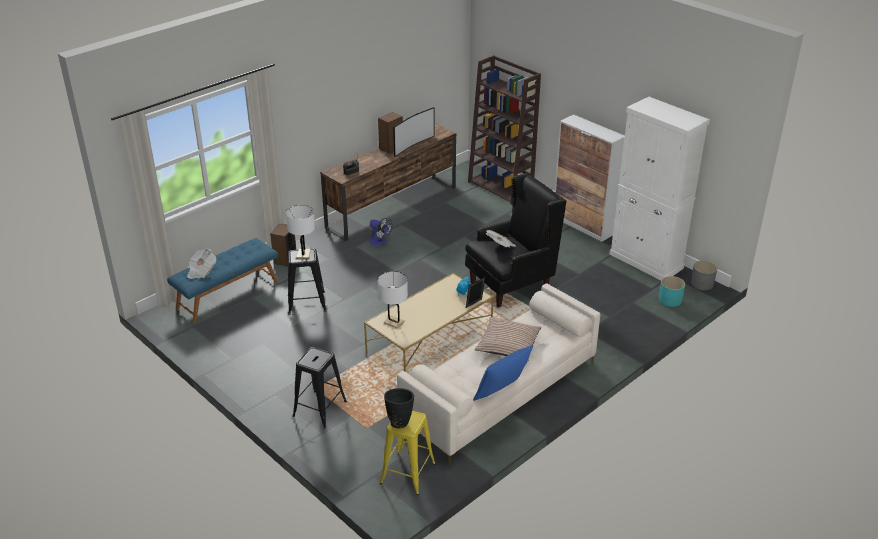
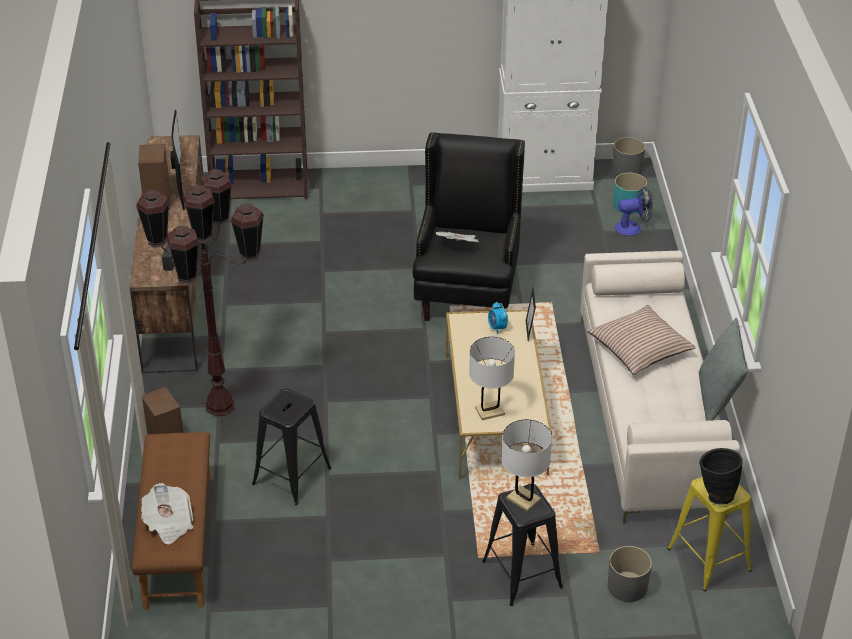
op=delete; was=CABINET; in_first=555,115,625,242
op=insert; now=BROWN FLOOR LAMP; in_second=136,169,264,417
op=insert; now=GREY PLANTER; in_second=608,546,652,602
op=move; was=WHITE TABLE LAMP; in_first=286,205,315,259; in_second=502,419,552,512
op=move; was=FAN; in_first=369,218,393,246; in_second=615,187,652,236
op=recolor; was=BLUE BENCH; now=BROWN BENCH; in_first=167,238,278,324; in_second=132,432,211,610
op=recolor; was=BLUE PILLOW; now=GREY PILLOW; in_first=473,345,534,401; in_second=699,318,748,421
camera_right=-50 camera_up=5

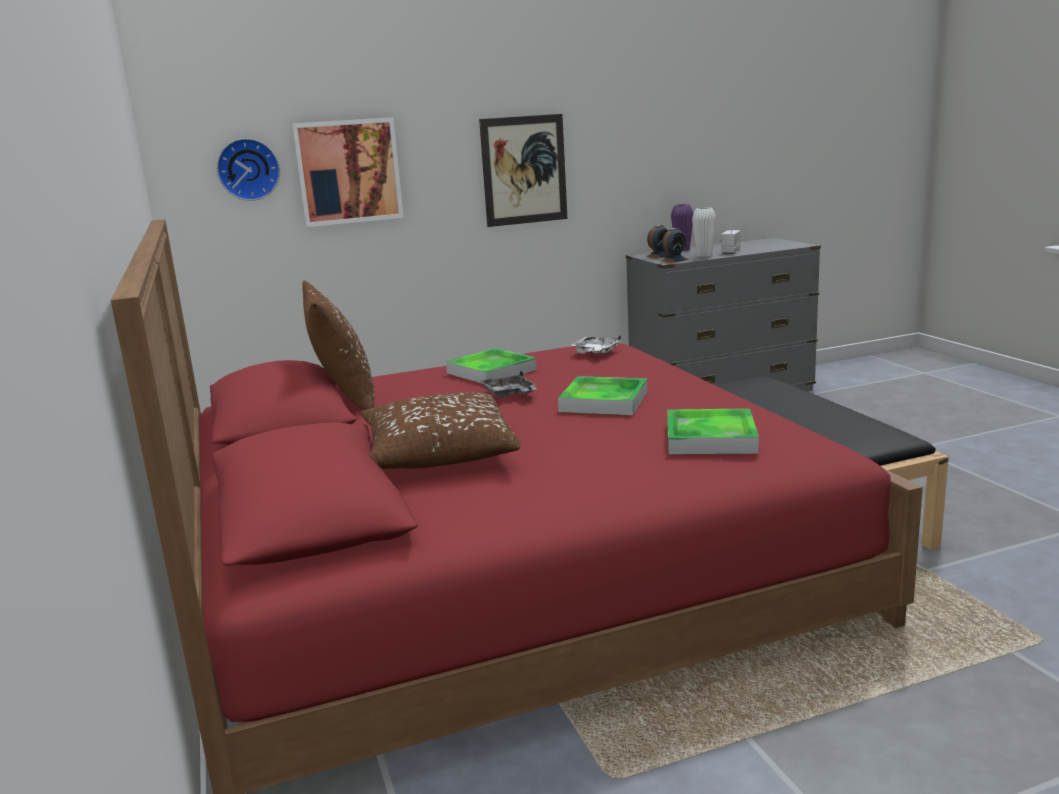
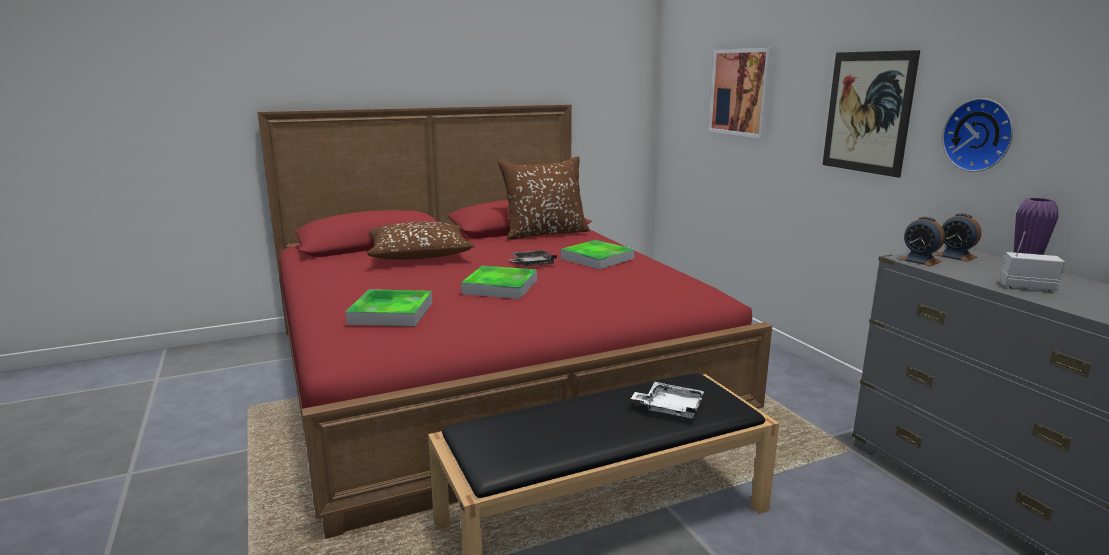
op=delete; was=WHITE VASE; in_first=692,208,716,257
op=move; was=WALL CLOCK; in_first=217,138,280,201; in_second=942,98,1013,172
op=move; was=WHITE TRAY; in_first=570,335,621,354; in_second=631,382,704,419
camera_right=85 camera_up=0

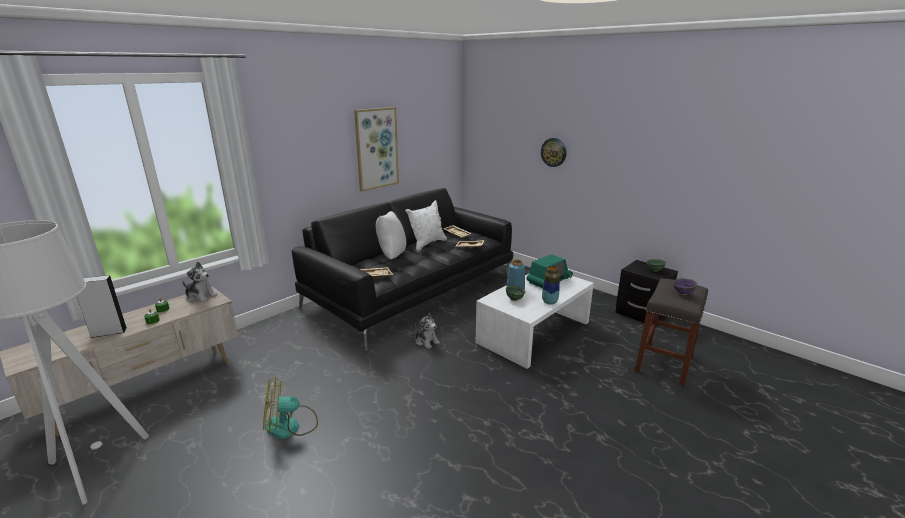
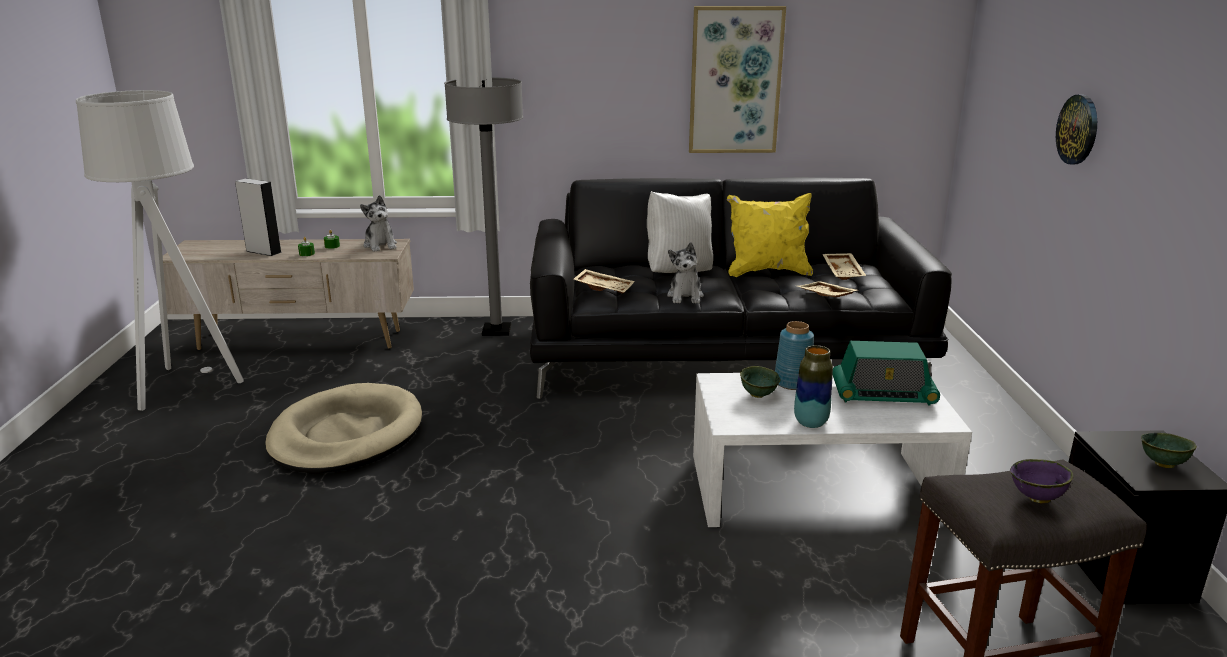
op=insert; now=GREY FLOOR LAMP; in_second=444,77,523,336
op=move; was=PLUSH TOY; in_first=415,313,440,349; in_second=667,242,704,304
op=replace; was=FAN; now=BEIGE DOG BED; in_first=263,377,318,439; in_second=265,383,422,473
op=recolor; was=WHITE PILLOW; now=YELLOW PILLOW; in_first=406,200,447,251; in_second=727,193,813,277
camera_right=45 camera_up=0

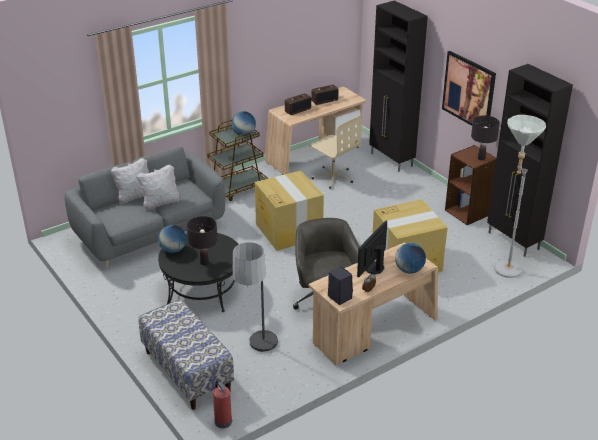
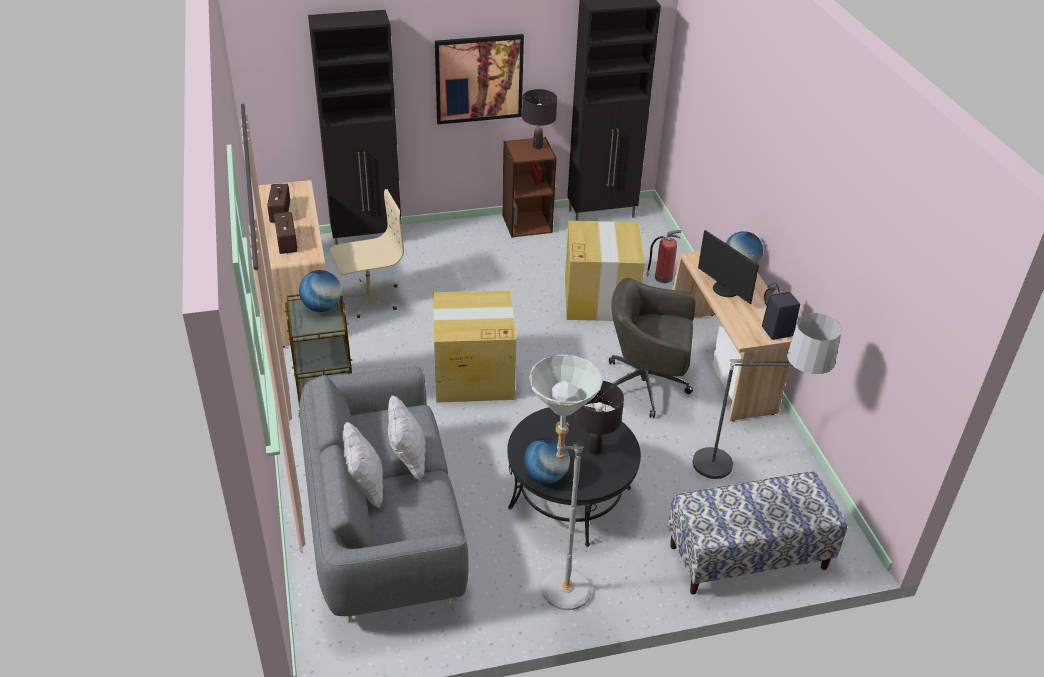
op=move; was=FIRE EXTINGUISHER; in_first=213,380,232,428; in_second=646,230,682,283
op=move; was=GREY FLOOR LAMP; in_first=494,115,546,278; in_second=529,355,603,610
camera_right=-70 camera_up=5

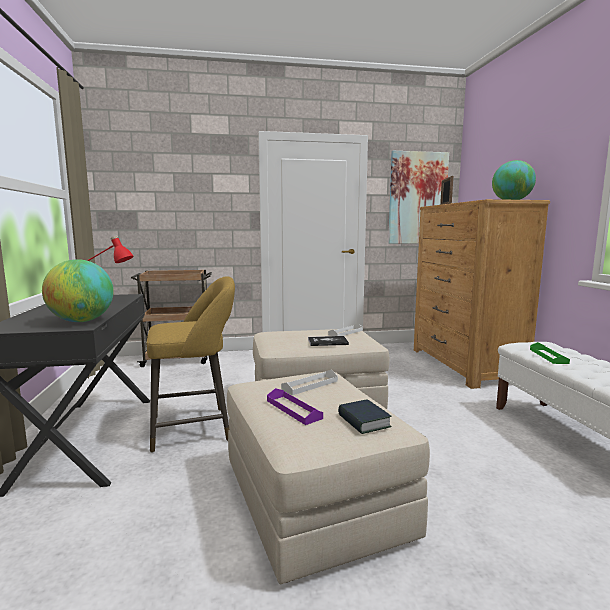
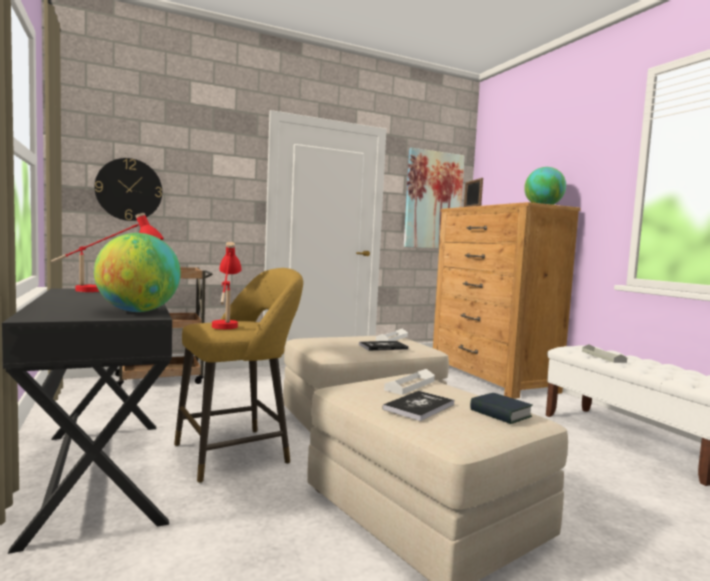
op=insert; now=WALL CLOCK; in_second=94,158,162,221
op=insert; now=RED TABLE LAMP; in_second=212,242,242,329
op=replace; was=PURPLE TRAY; now=BOOK; in_first=267,388,323,425; in_second=382,391,454,421
op=recolor; was=GREEN TRAY; now=GREY TRAY; in_first=530,342,570,364; in_second=582,344,627,363
camera_right=-15 camera_up=-5

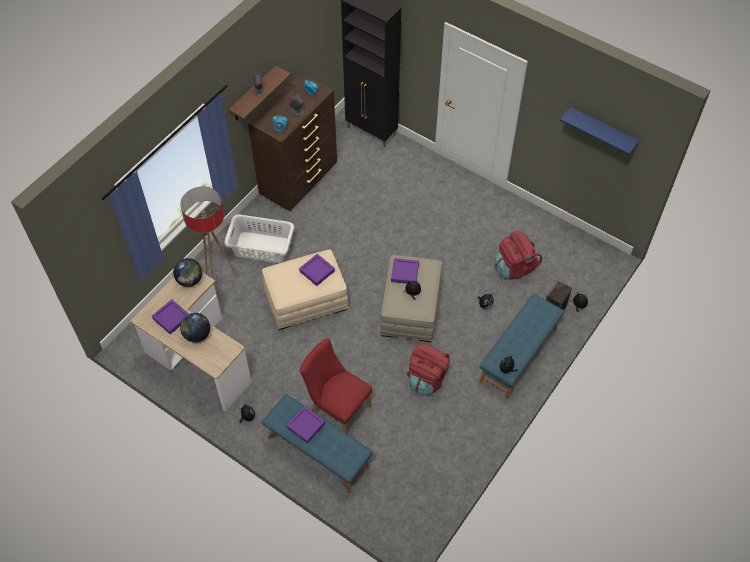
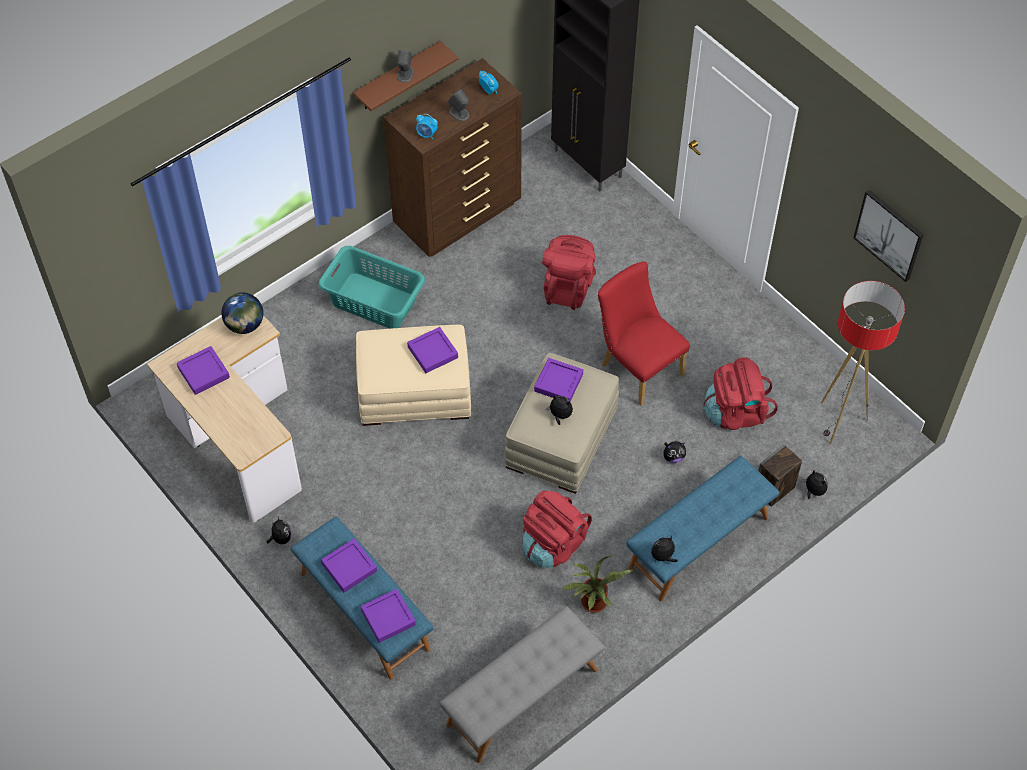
op=delete; was=GLOBE; in_first=180,313,210,343
op=insert; now=PURPLE TRAY; in_second=360,589,416,643
op=insert; now=GREY BENCH; in_second=440,606,605,763
op=insert; now=RED BACKPACK; in_second=542,235,596,310
op=insert; now=POTTED PLANT; in_second=563,556,633,613
op=move; was=FLOOR LAMP; in_first=180,187,238,284; in_second=821,281,905,444
op=move; was=RED CHAIR; in_first=300,338,372,434; in_second=598,261,690,406
op=replace; was=BLUE SHELF; now=PICTURE; in_first=560,107,639,155; in_second=853,189,924,282
op=recolor; was=WHITE LAUNDRY BASKET; now=TURQUOISE LAUNDRY BASKET; in_first=224,214,294,263; in_second=319,246,425,329
camera_right=15 camera_up=0

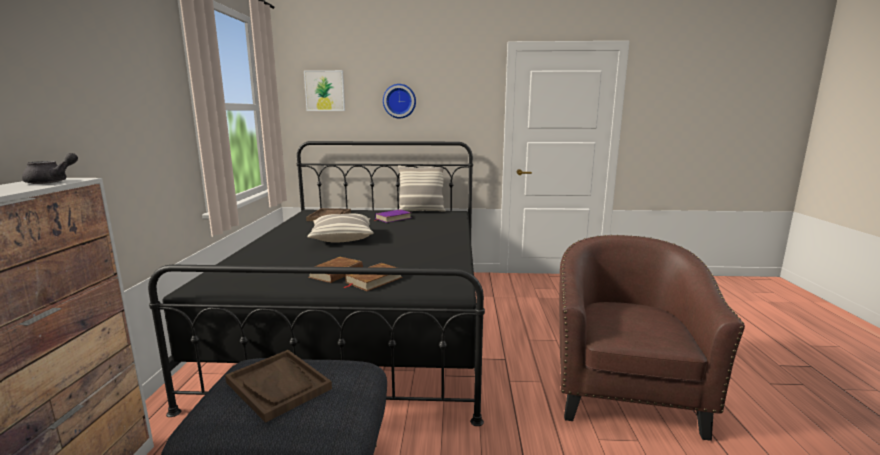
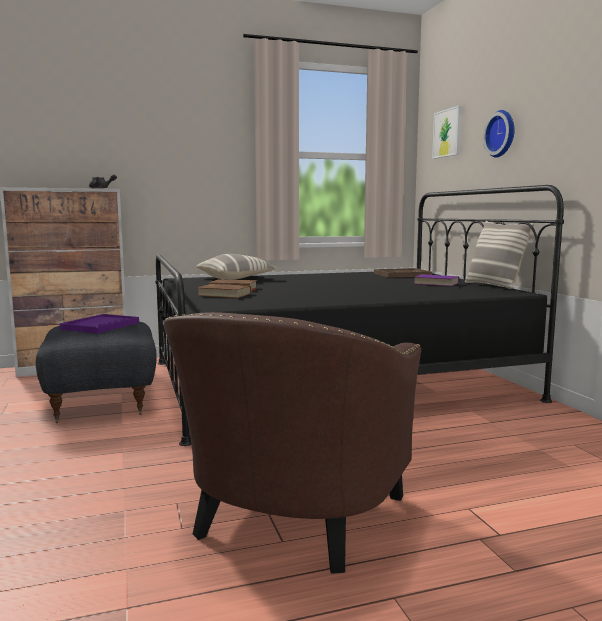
op=move; was=PILLOW; in_first=307,213,374,243; in_second=196,254,276,280
op=recolor; was=BROWN TRAY; now=PURPLE TRAY; in_first=225,350,332,423; in_second=60,314,139,334
op=rotate; was=BROWN ARMCHAIR; in_first=559,235,745,441; in_second=164,312,421,574; clockwise=120
camera_right=70 camera_up=-5

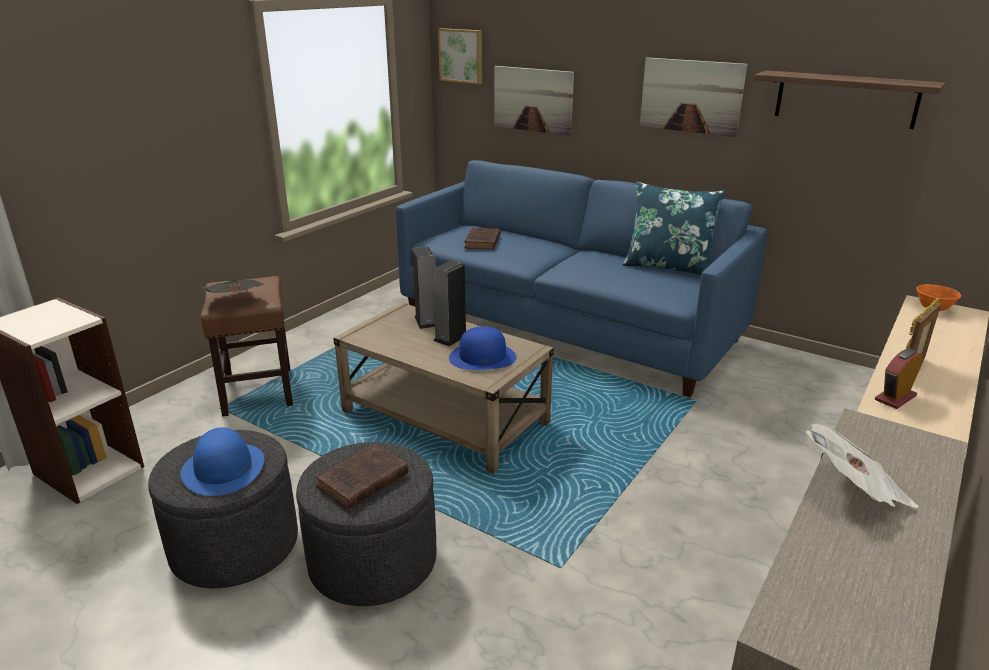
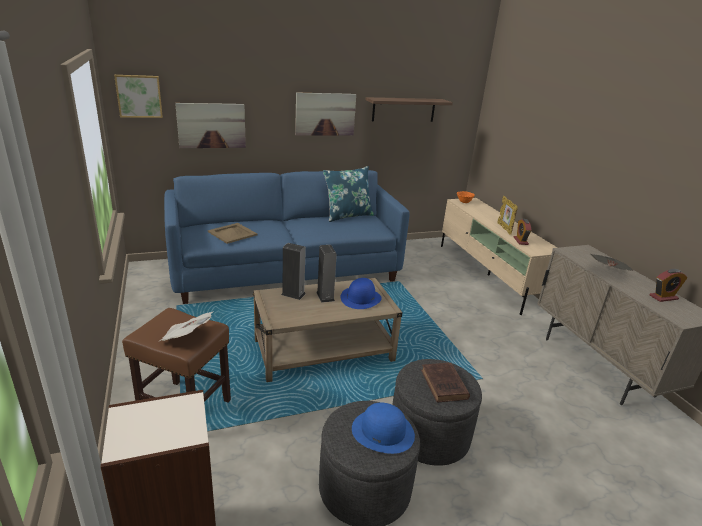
op=insert; now=ALARM CLOCK; in_second=650,269,687,302
op=replace; was=BROWN BOOK; now=BEIGE TRAY; in_first=464,228,500,250; in_second=208,223,257,244
camera_right=-55 camera_up=0

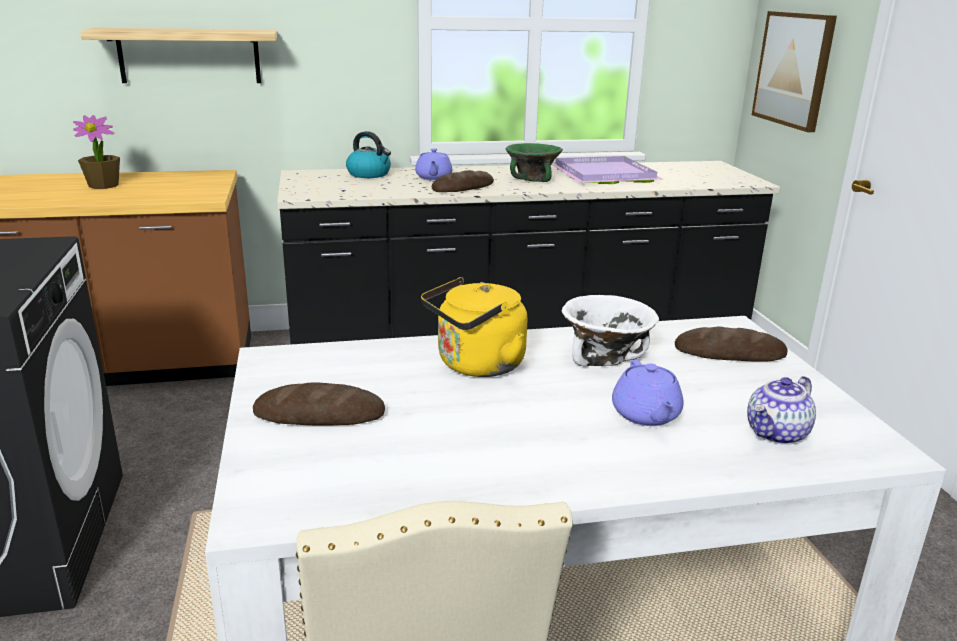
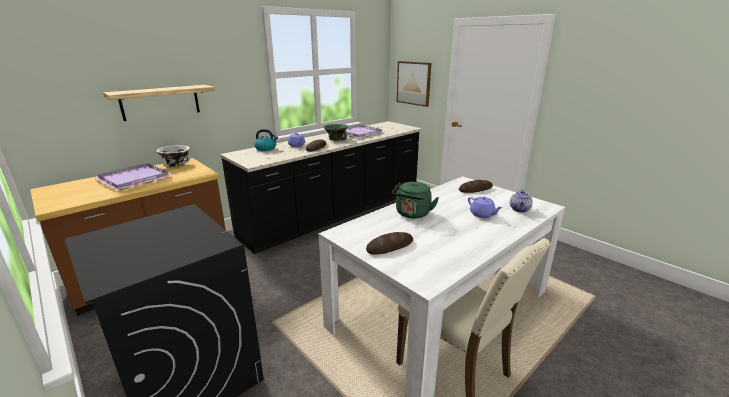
op=move; was=WHITE BOWL; in_first=562,295,659,367; in_second=156,145,190,167
op=replace; was=POTTED PLANT; now=PURPLE TRAY; in_first=73,115,120,189; in_second=94,163,172,190
op=recolor; was=YELLOW KETTLE; now=GREEN KETTLE; in_first=421,277,528,377; in_second=392,182,439,219
camera_right=-30 camera_up=0

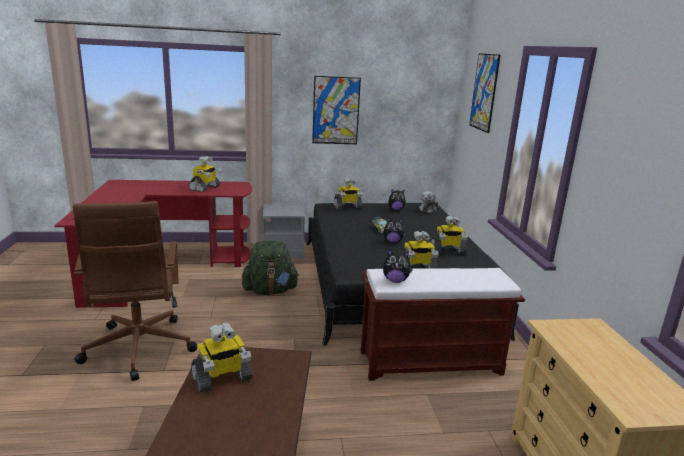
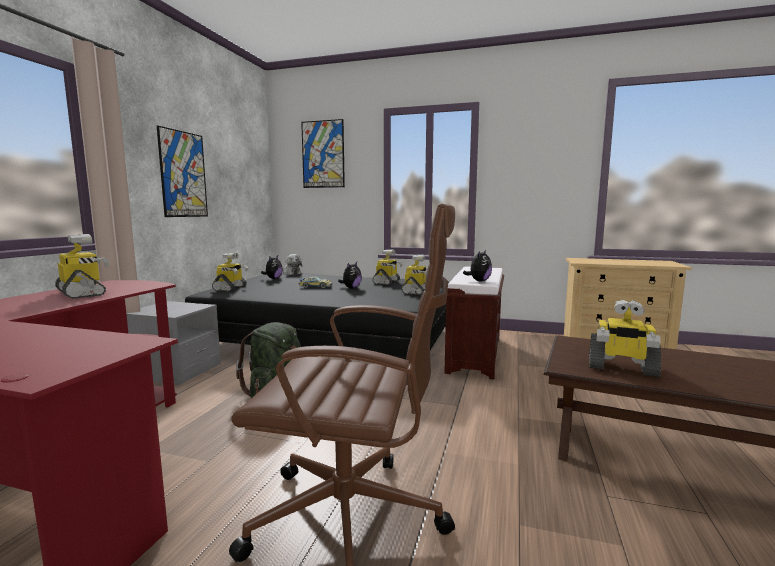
op=rotate; was=TOY ROBOT; in_first=191,323,253,393; in_second=589,300,661,377; clockwise=120
camera_right=-65 camera_up=-10

